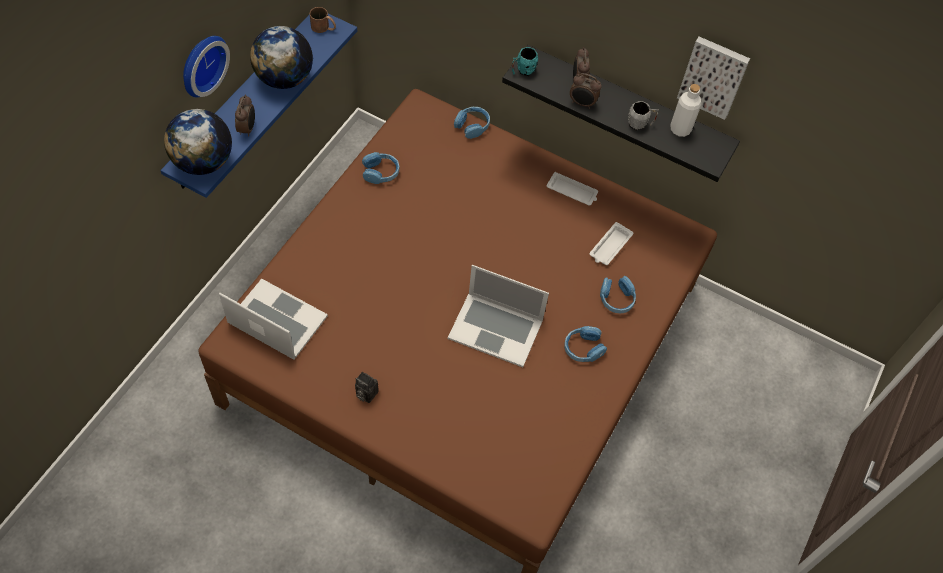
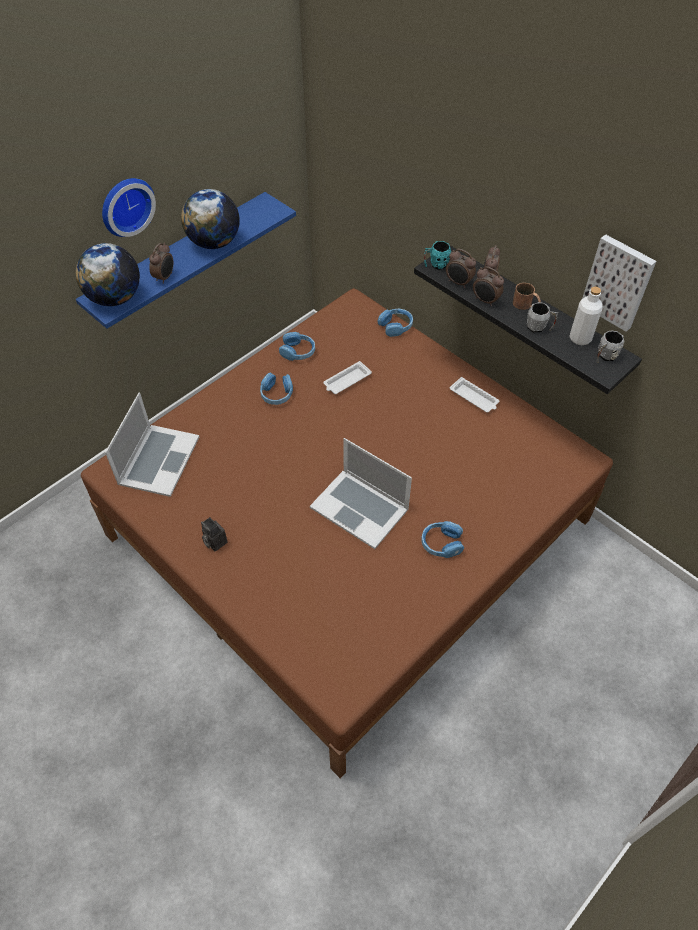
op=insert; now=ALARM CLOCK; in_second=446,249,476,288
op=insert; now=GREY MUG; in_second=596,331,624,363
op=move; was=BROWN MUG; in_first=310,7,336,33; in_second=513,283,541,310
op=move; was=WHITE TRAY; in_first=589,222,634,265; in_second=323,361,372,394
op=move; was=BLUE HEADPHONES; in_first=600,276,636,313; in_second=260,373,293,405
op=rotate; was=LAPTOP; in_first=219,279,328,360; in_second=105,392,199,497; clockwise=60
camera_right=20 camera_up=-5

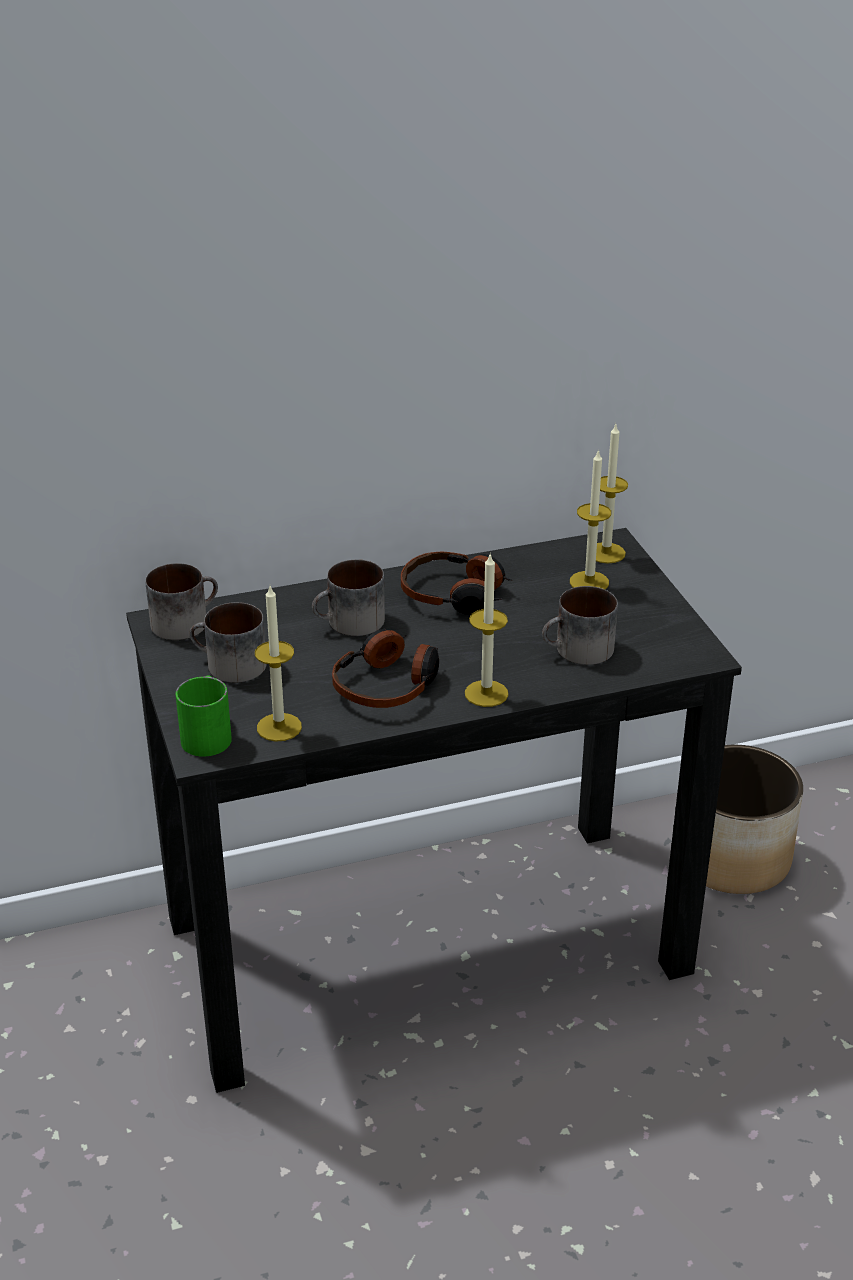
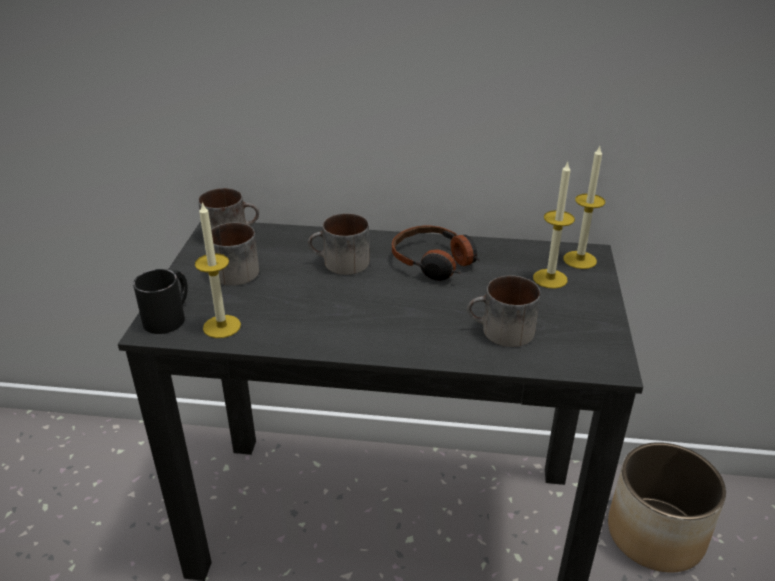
op=delete; was=HEADPHONES; in_first=332,628,439,708
op=delete; was=CANDLE; in_first=465,555,508,707
op=recolor; was=GREEN MUG; now=BLACK MUG; in_first=175,675,232,757; in_second=133,269,188,334
camera_right=25 camera_up=0

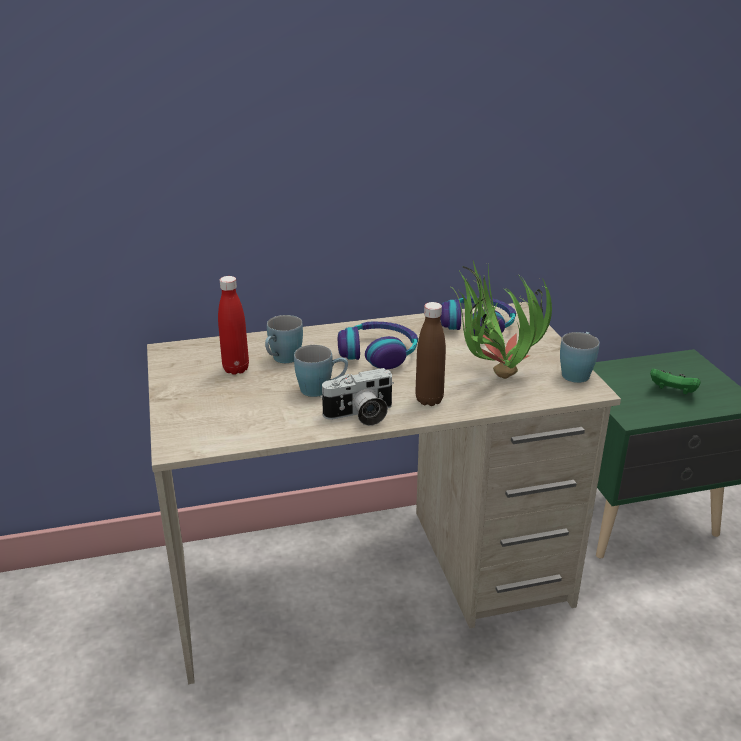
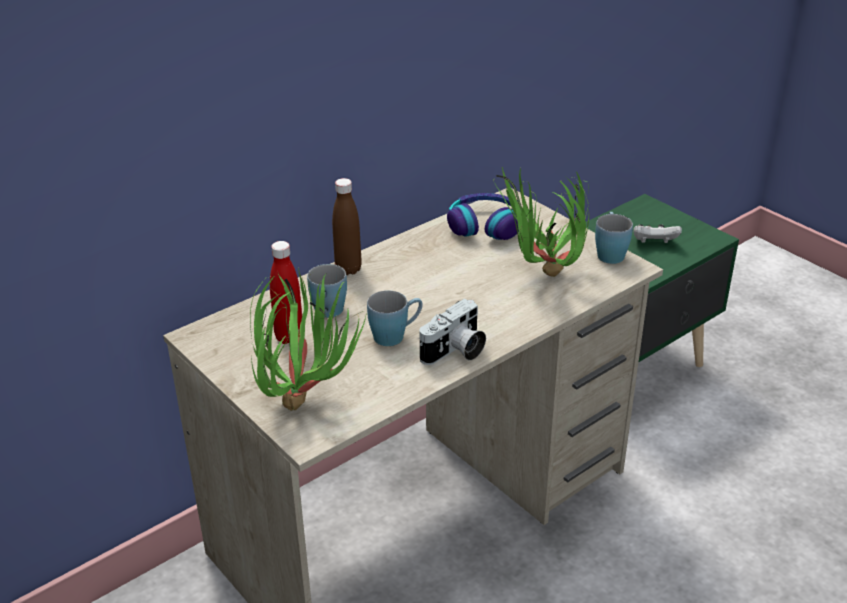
op=delete; was=HEADPHONES; in_first=338,322,418,369
op=insert; now=POTTED PLANT; in_second=250,272,366,411
op=move; was=BROWN BOTTLE; in_first=415,302,446,406; in_second=332,178,362,275
op=recolor; was=GREEN GAME CONTROLLER; now=WHITE GAME CONTROLLER; in_first=650,369,701,394; in_second=634,224,682,243
camera_right=-25 camera_up=5

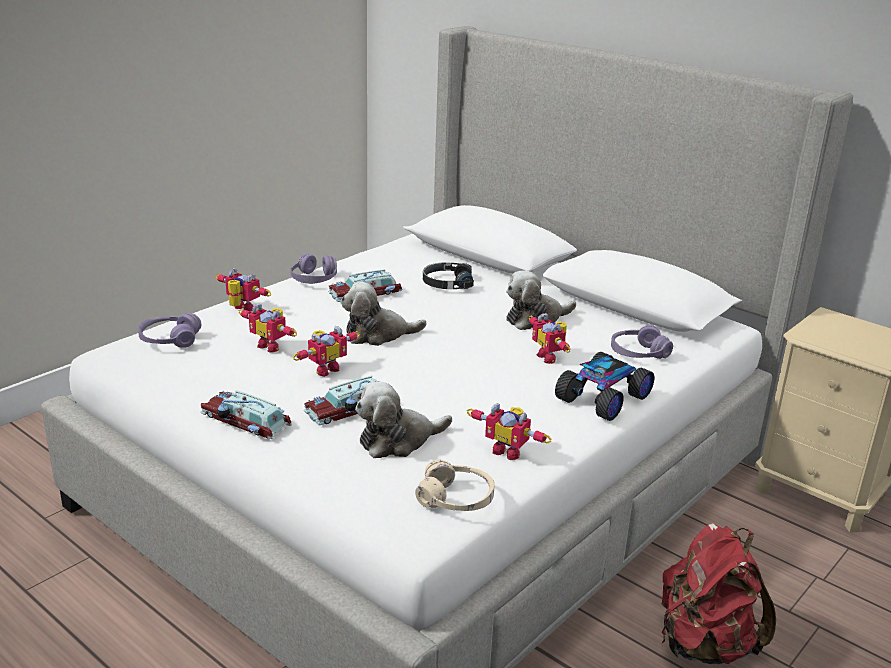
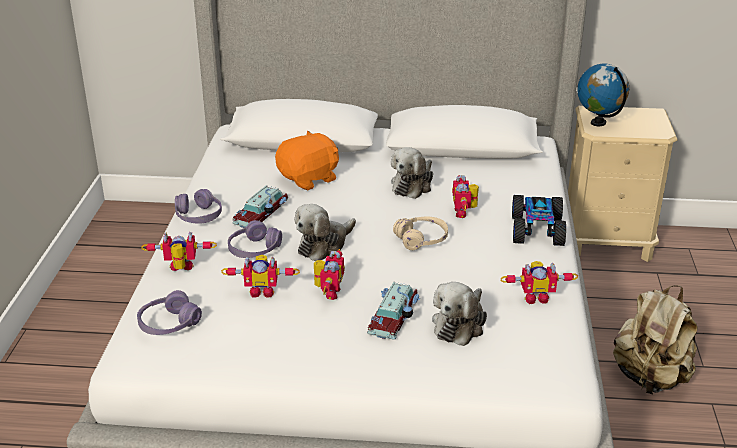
op=delete; was=TOY CAR; in_first=201,390,292,439
op=insert; now=GLOBE; in_second=577,64,629,126
op=move; was=BEIGE HEADPHONES; in_first=415,459,495,511; in_second=393,216,448,250
op=move; was=PURPLE HEADPHONES; in_first=611,325,673,359; in_second=228,220,282,258
op=replace; was=BLACK HEADPHONES; now=ORANGE PLUSH TOY; in_first=423,263,474,289; in_second=275,130,339,190
op=recolor; was=RED BACKPACK; now=BEIGE BACKPACK; in_first=661,523,776,664; in_second=613,285,698,395
op=rotate; was=TOY ROBOT; in_first=529,313,571,364; in_second=452,175,479,218; clockwise=60
camera_right=-35 camera_up=5

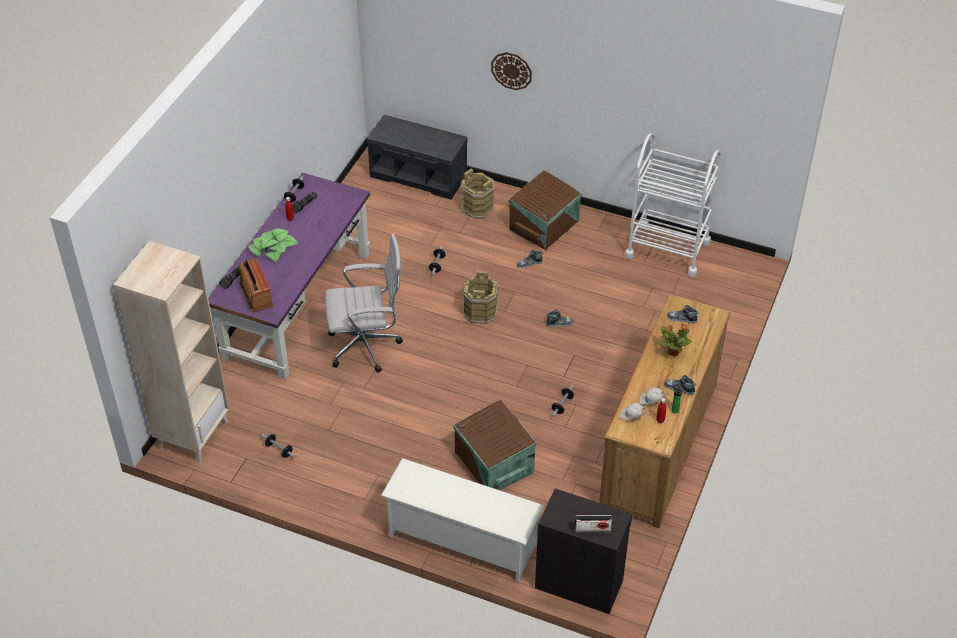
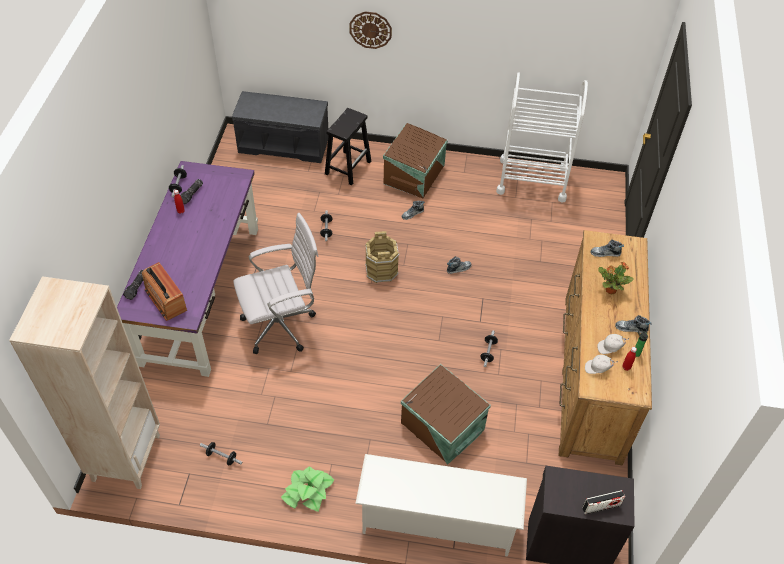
op=move; was=POTTED PLANT; in_first=248,228,298,262; in_second=281,466,334,512
op=replace; was=BROWN BUCKET; now=BLACK STOOL; in_first=461,168,494,219; in_second=325,108,371,186
camera_right=-15 camera_up=5

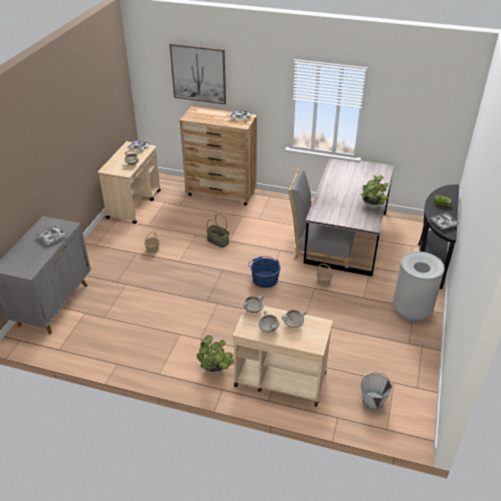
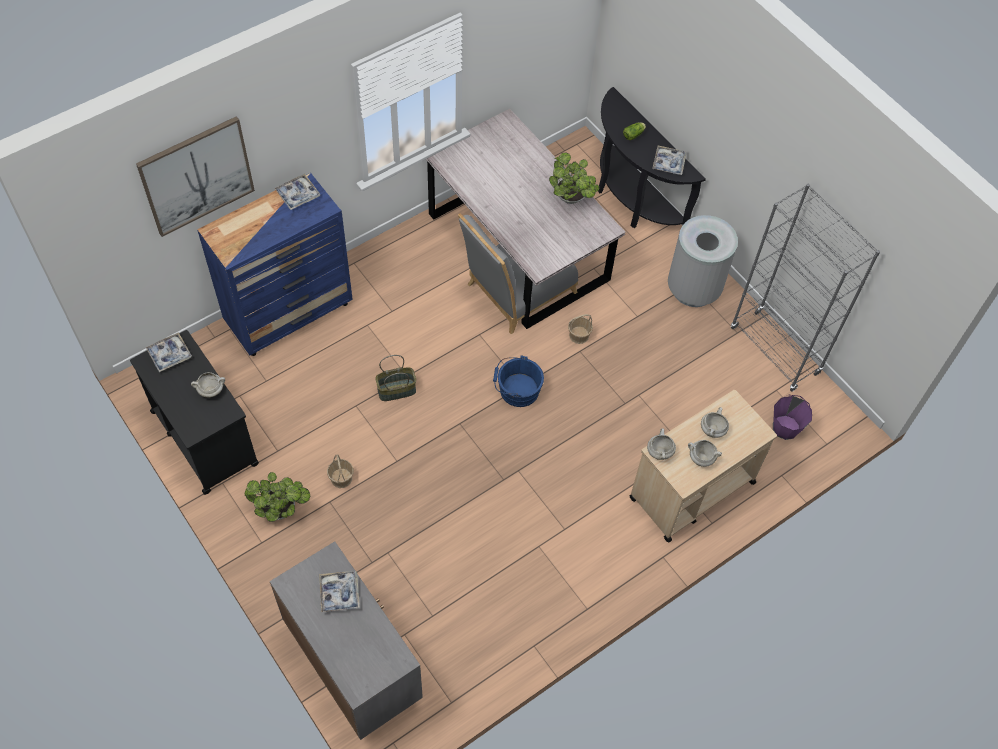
op=insert; now=GREY BOOKCASE; in_second=731,184,880,392
op=move; was=POTTED PLANT; in_first=197,335,234,374; in_second=245,472,310,522
op=recolor; was=BEIGE CART; now=BLACK CART; in_first=98,141,161,224; in_second=130,330,259,495
op=recolor; was=BROWN DRESSER; now=BLUE DRESSER; in_first=180,106,257,206; in_second=197,173,353,356
op=recolor; was=GREY BUCKET; now=PURPLE BUCKET; in_first=361,372,392,410; in_second=773,395,812,440
camera_right=-55 camera_up=20

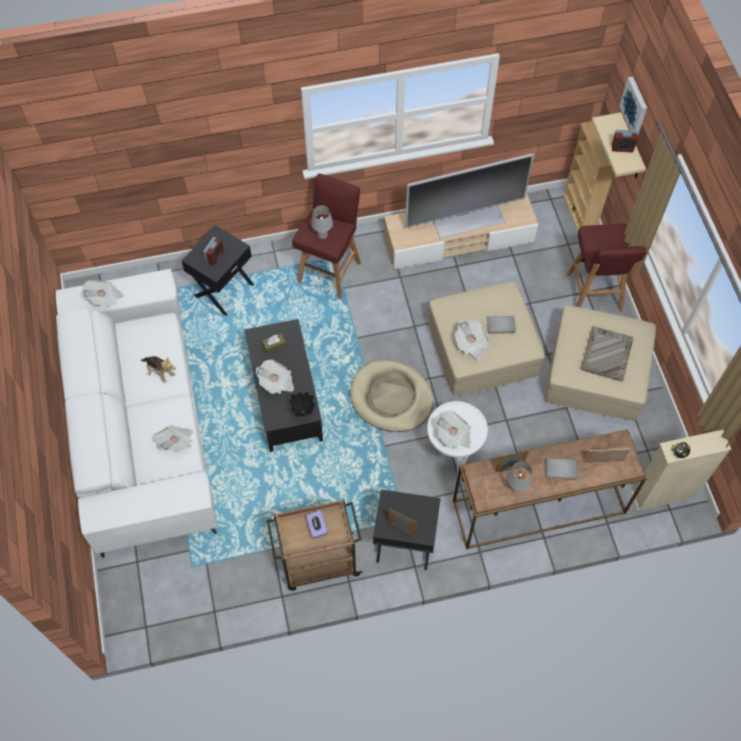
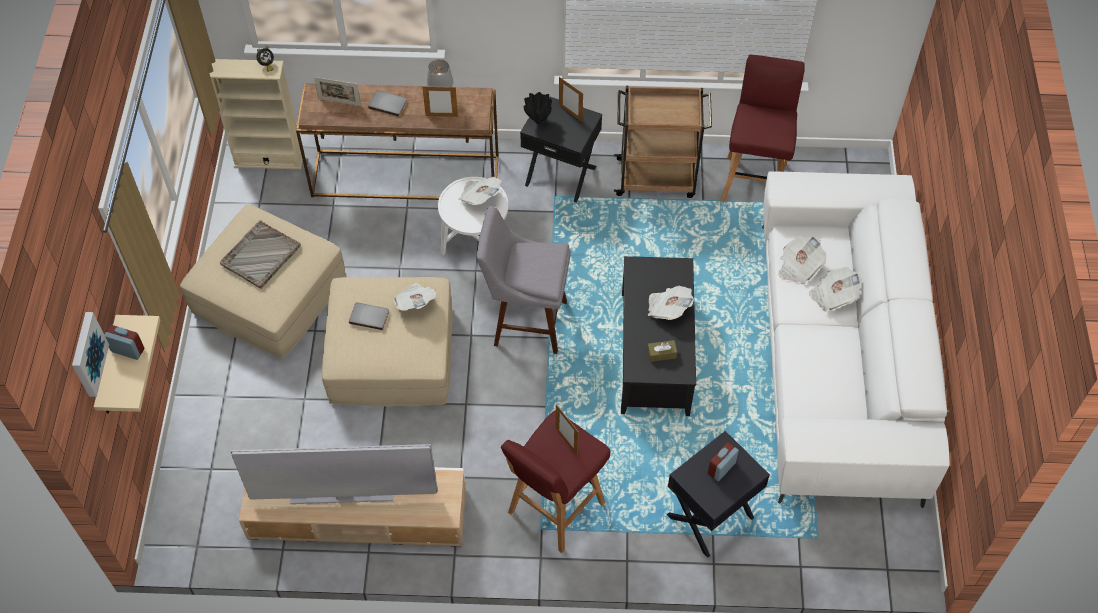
op=delete; was=PLUSH TOY; in_first=141,356,176,383
op=delete; was=PURPLE TISSUE BOX; in_first=307,510,328,538
op=delete; was=BEIGE BOOKCASE; in_first=563,122,614,231
op=move; was=NEWSPAPER; in_first=81,280,124,307; in_second=809,267,862,312
op=move; was=BLACK VASE; in_first=290,392,315,416; in_second=524,92,552,124
op=move; was=RED STOOL; in_first=567,224,647,312; in_second=721,55,805,202
op=replace; was=GREY TABLE LAMP; now=PICTURE FRAME; in_first=311,205,333,239; in_second=556,404,579,456
op=replace; was=BEIGE DOG BED; now=GREY STOOL; in_first=350,360,434,432; in_second=477,206,571,354
camera_right=-165 camera_up=-5

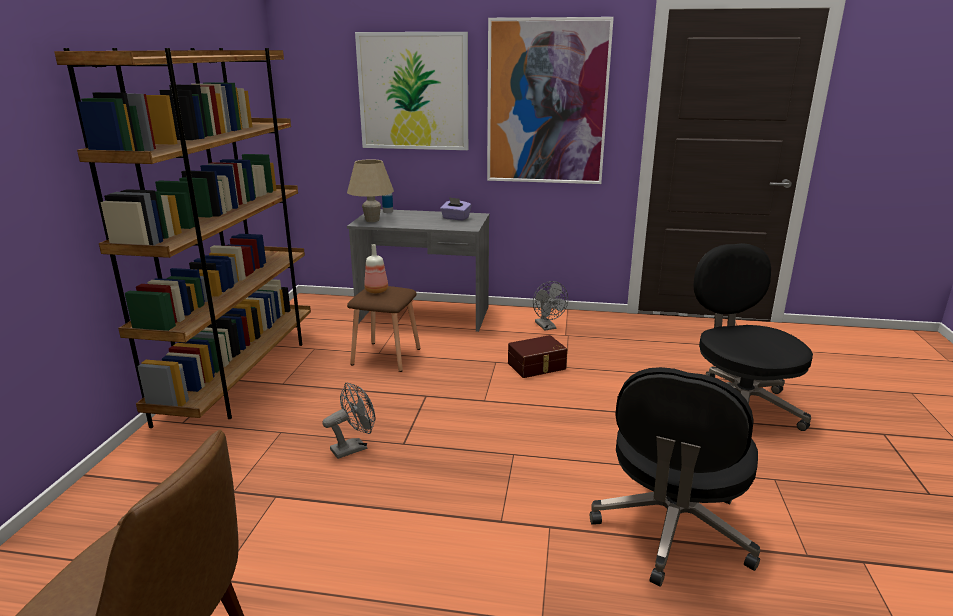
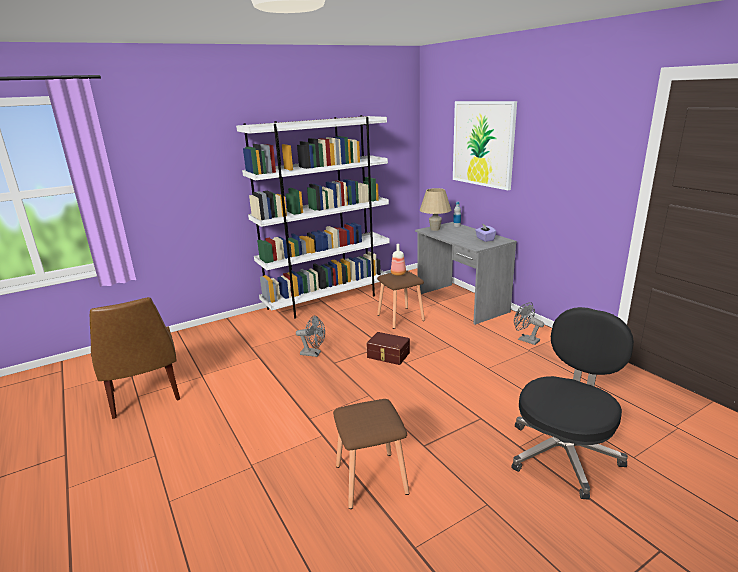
op=delete; was=PICTURE; in_first=487,17,614,184
op=move; was=BROWN STORAGE BOX; in_first=508,335,567,378; in_second=366,332,410,365
op=replace; was=BLACK OFFICE CHAIR; now=BROWN STOOL; in_first=590,367,760,586; in_second=333,399,410,509
op=recolor; was=BROWN BOOKCASE; now=WHITE BOOKCASE; in_first=54,48,311,428; in_second=236,115,390,318
op=rotate; was=GREY FAN; in_first=533,281,568,331; in_second=514,302,544,345; clockwise=105
camera_right=50 camera_up=0

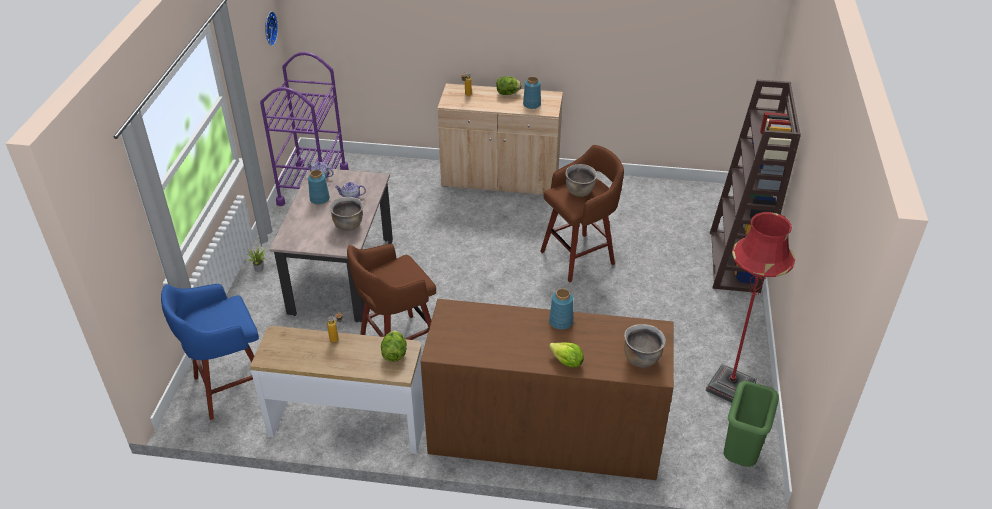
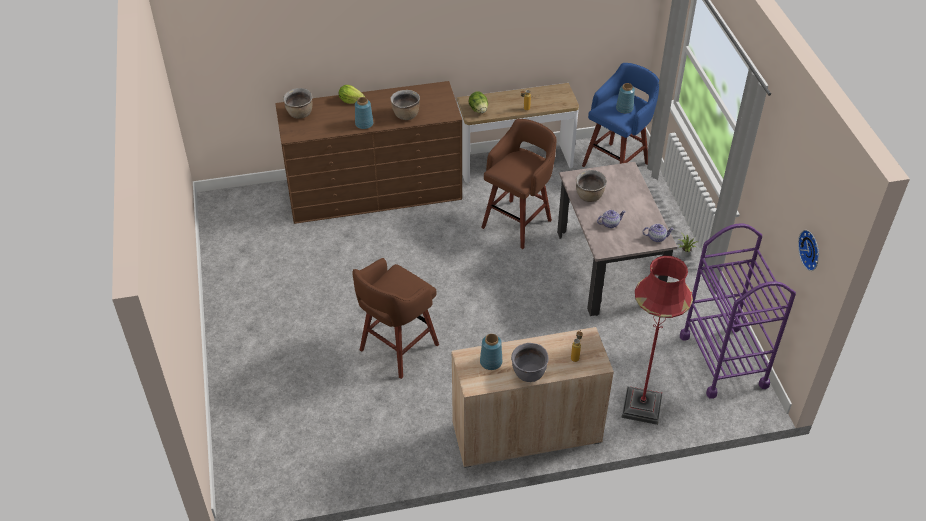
op=delete; was=BROWN BOOKCASE; in_first=710,80,801,293
op=delete; was=GREEN TRASH CAN; in_first=724,381,779,467
op=move; was=BLUE VASE; in_first=308,170,330,205; in_second=616,83,635,113
op=move; was=BROWN COOKING POT; in_first=566,164,597,197; in_second=390,90,420,120
op=move; was=RED FLOOR LAMP; in_first=706,212,795,403; in_second=621,256,693,425
op=replace; was=LETTUCE; now=GREY COOKING POT; in_first=496,76,522,95; in_second=511,343,549,382
camera_right=160 camera_up=5

